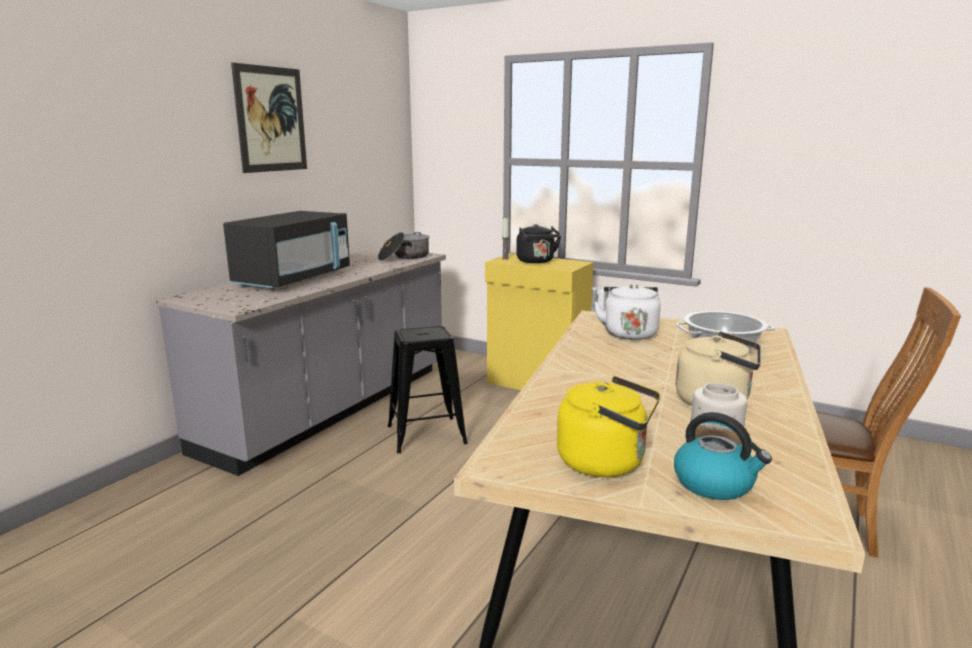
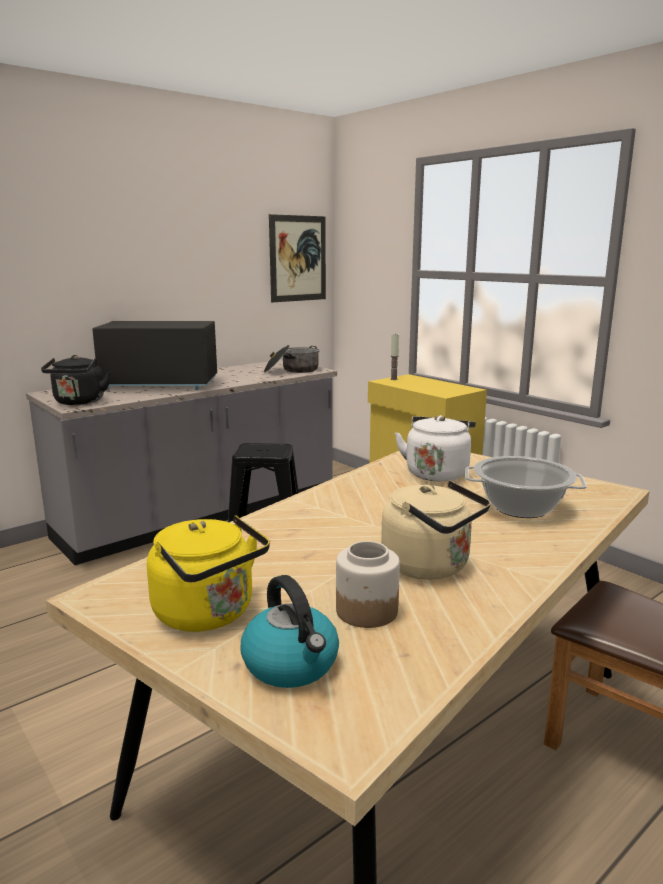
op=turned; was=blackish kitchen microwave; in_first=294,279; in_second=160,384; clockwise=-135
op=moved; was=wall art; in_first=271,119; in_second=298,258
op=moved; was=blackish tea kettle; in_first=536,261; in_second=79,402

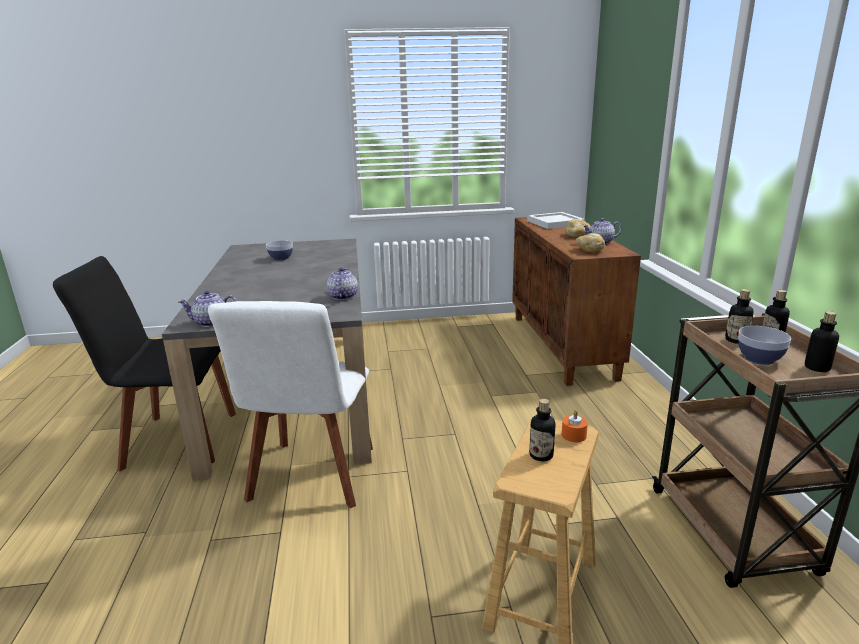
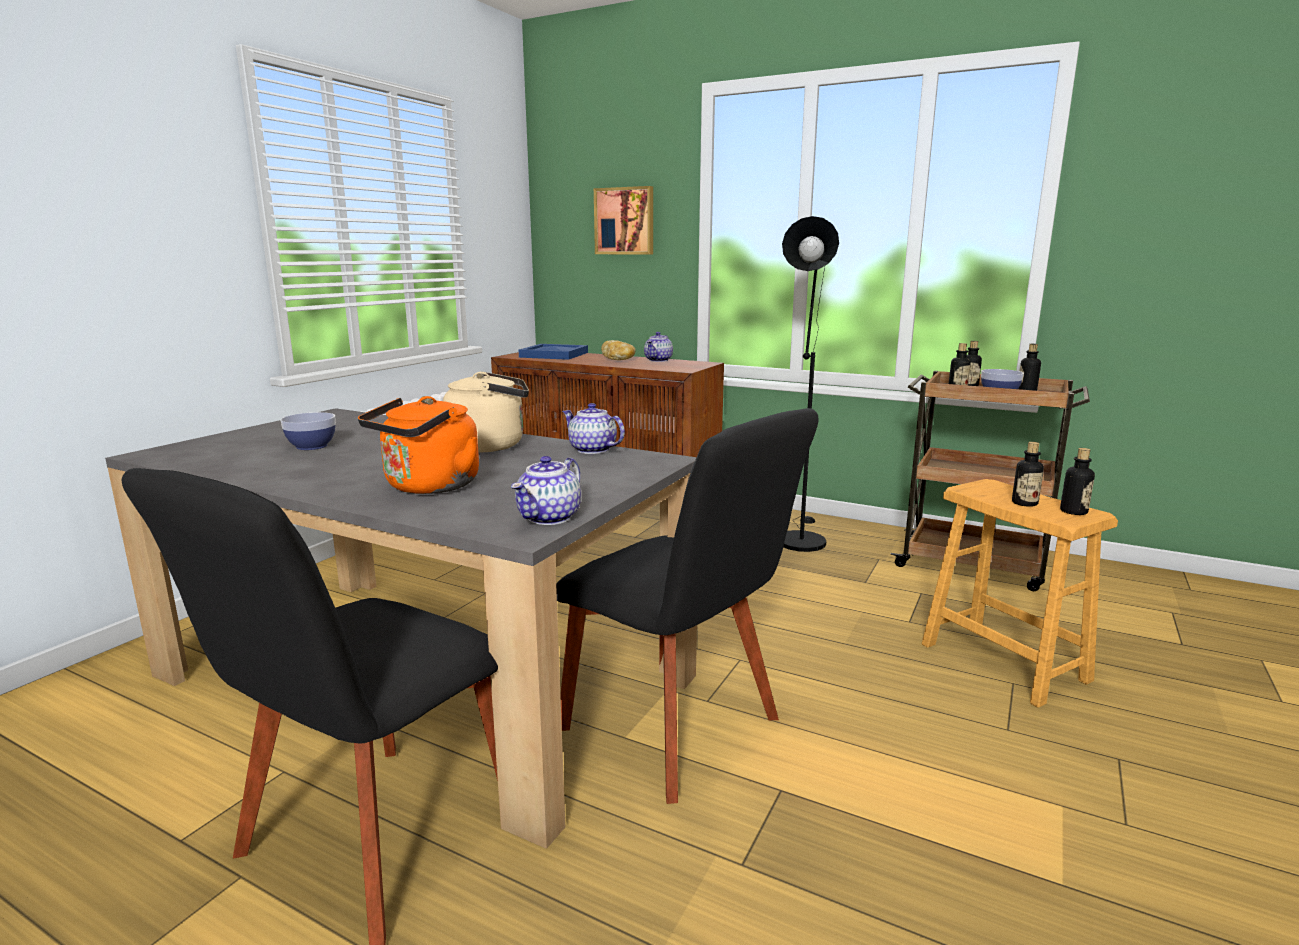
op=recoloured; was=white-coloured chair; now=blackish chair; in_first=311,478; in_second=677,729
op=recoloured; was=white-coloured serving tray; now=blue-coloured serving tray; in_first=555,222; in_second=553,355
op=removed; was=orange-coloured candle; in_first=574,435
op=removed; was=baked bread; in_first=589,250
op=added; now=orange-coloured tea kettle; in_second=428,487
op=added; now=sand-coloured tea kettle; in_second=491,445
op=added; now=wall art; in_second=625,221
op=added; now=blackish floor lamp; in_second=800,538
op=added; now=bottle; in_second=1073,511

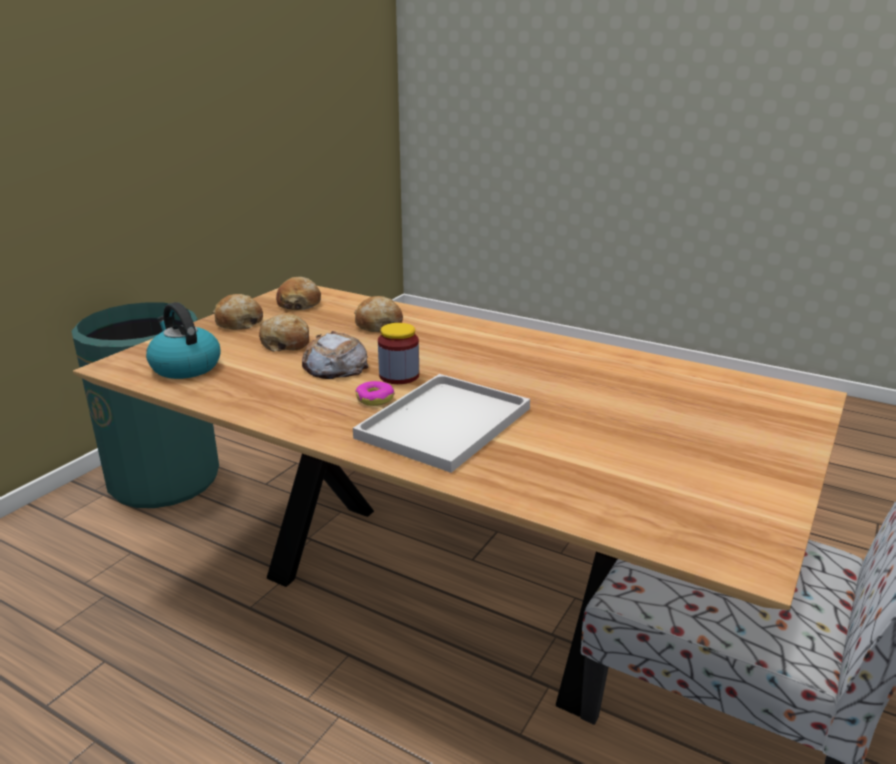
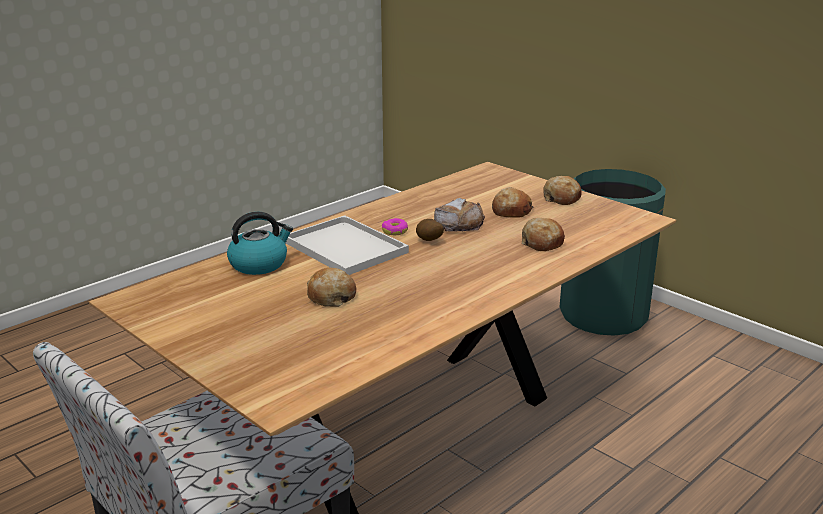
op=moved; was=tea kettle; in_first=185,367; in_second=259,264
op=moved; was=baked bread; in_first=299,303; in_second=331,296
op=replaced; was=jar; now=spud; in_first=399,376; in_second=429,241

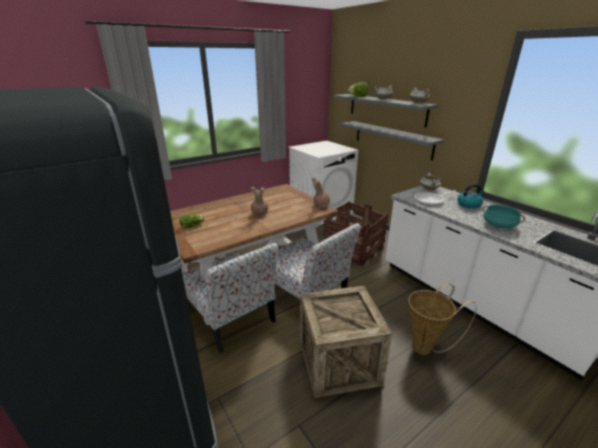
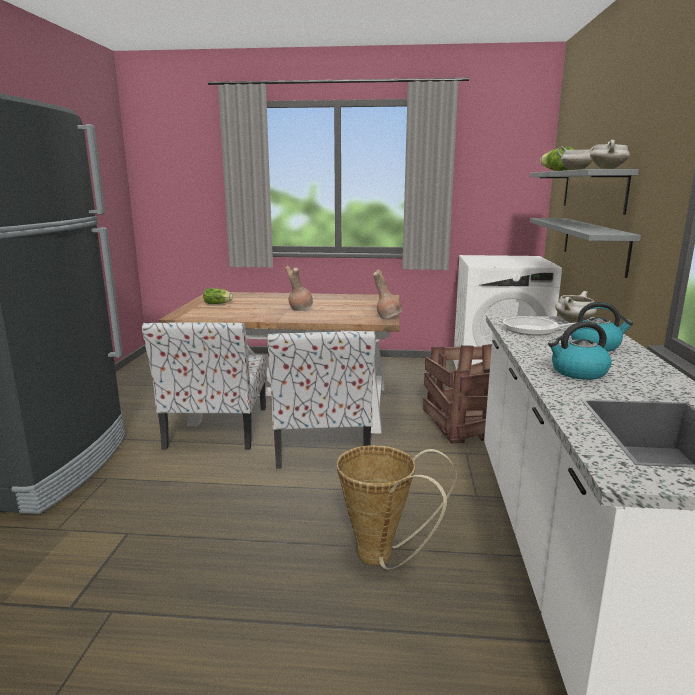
op=removed; was=packing crate; in_first=338,362
op=replaced; was=turquoise saucepot; now=tea kettle; in_first=499,225; in_second=578,372

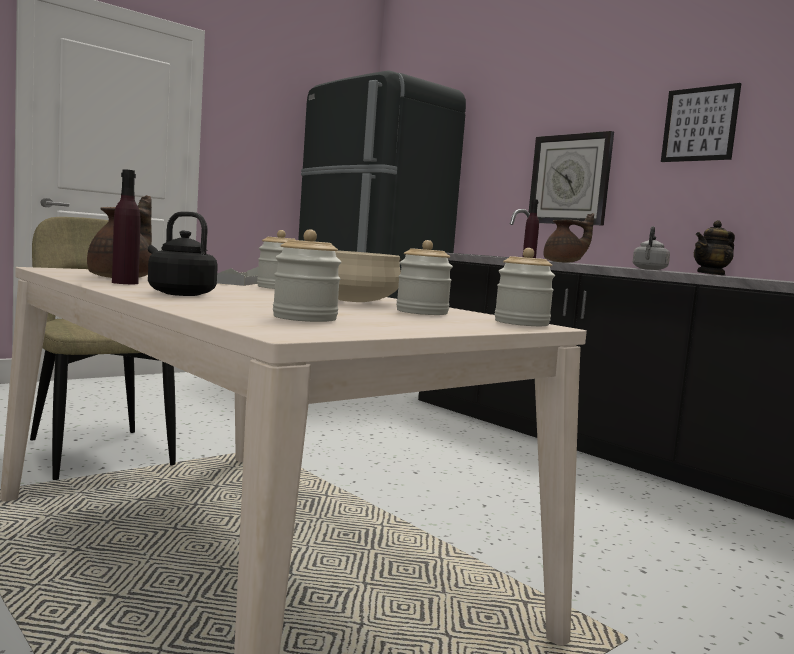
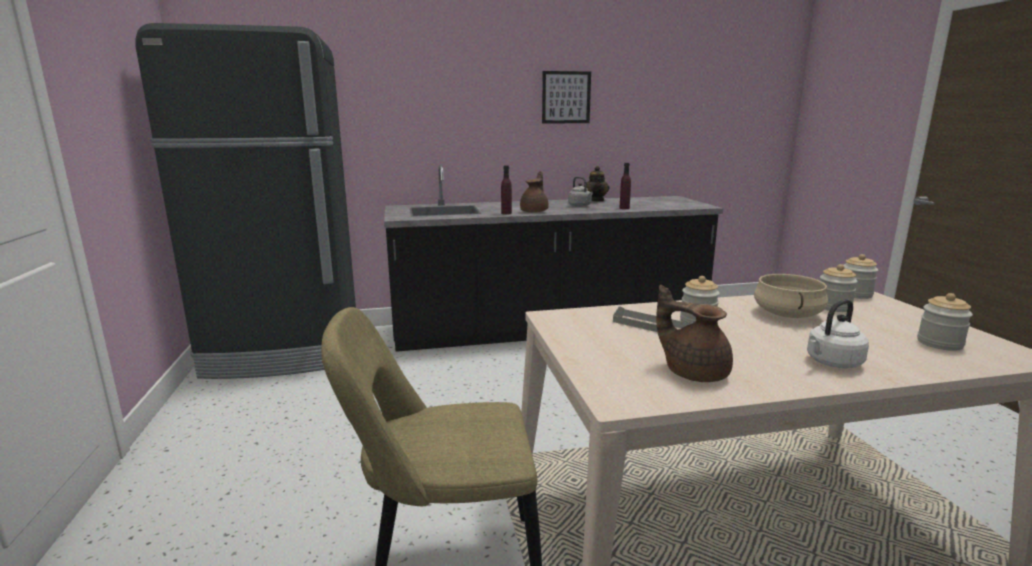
op=moved; was=purplish bottle; in_first=125,283; in_second=624,208
op=recoloured; was=blackish tea kettle; now=white-coloured tea kettle; in_first=179,294; in_second=832,363
op=removed; was=clock on the wall; in_first=570,179

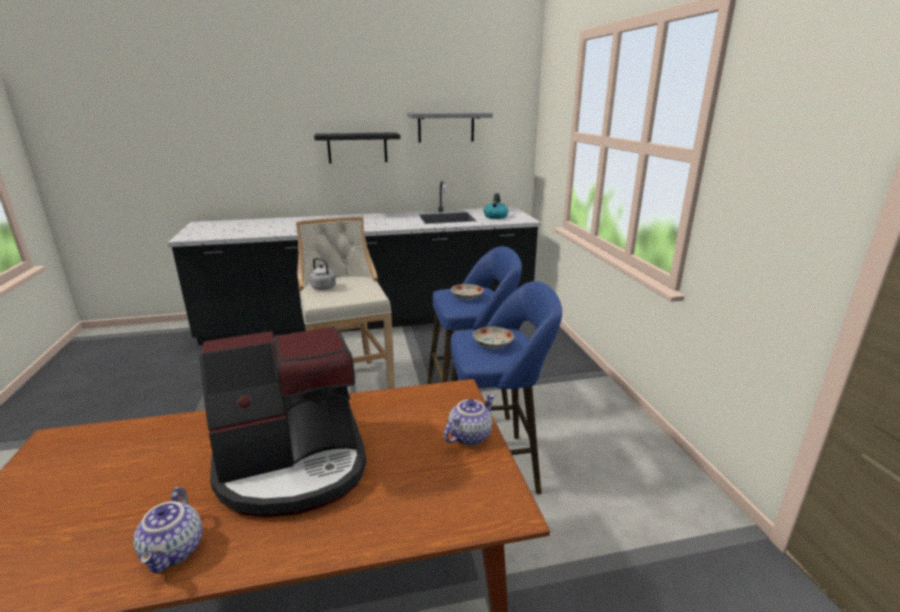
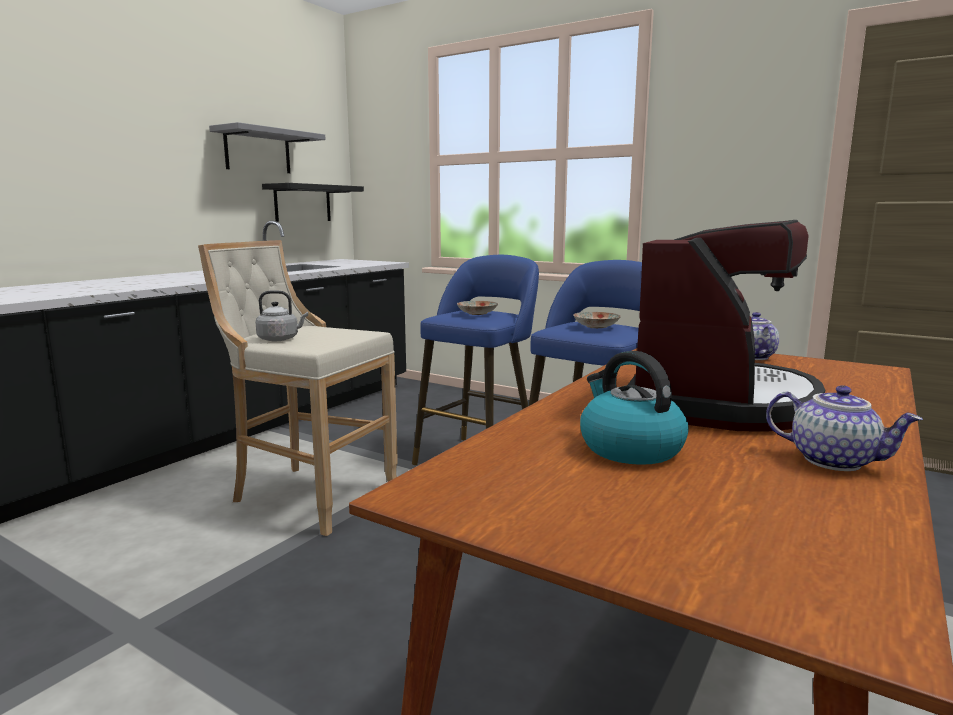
op=moved; was=blackish bracket shelf; in_first=357,148; in_second=302,203
op=moved; was=tea kettle; in_first=495,216; in_second=629,448

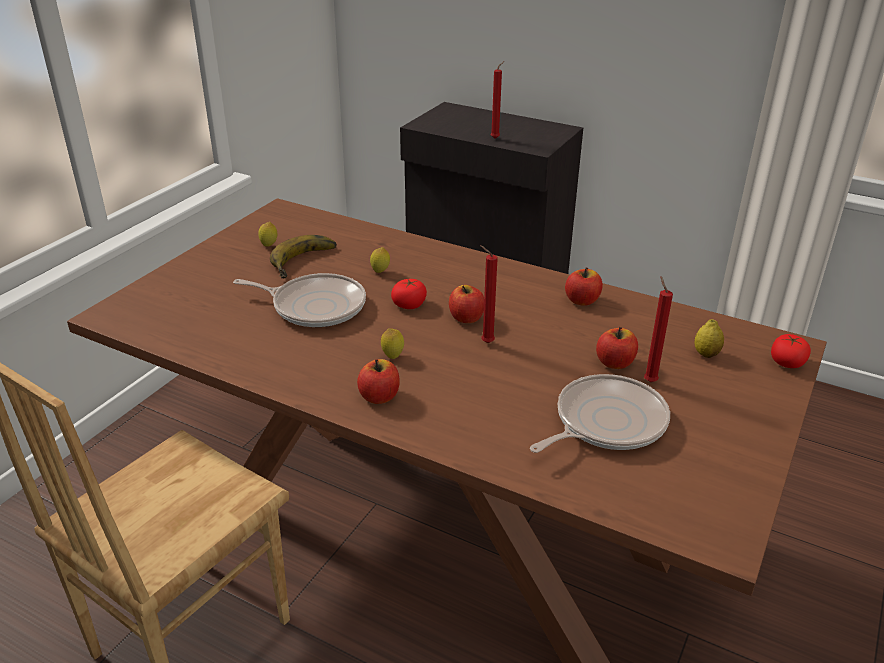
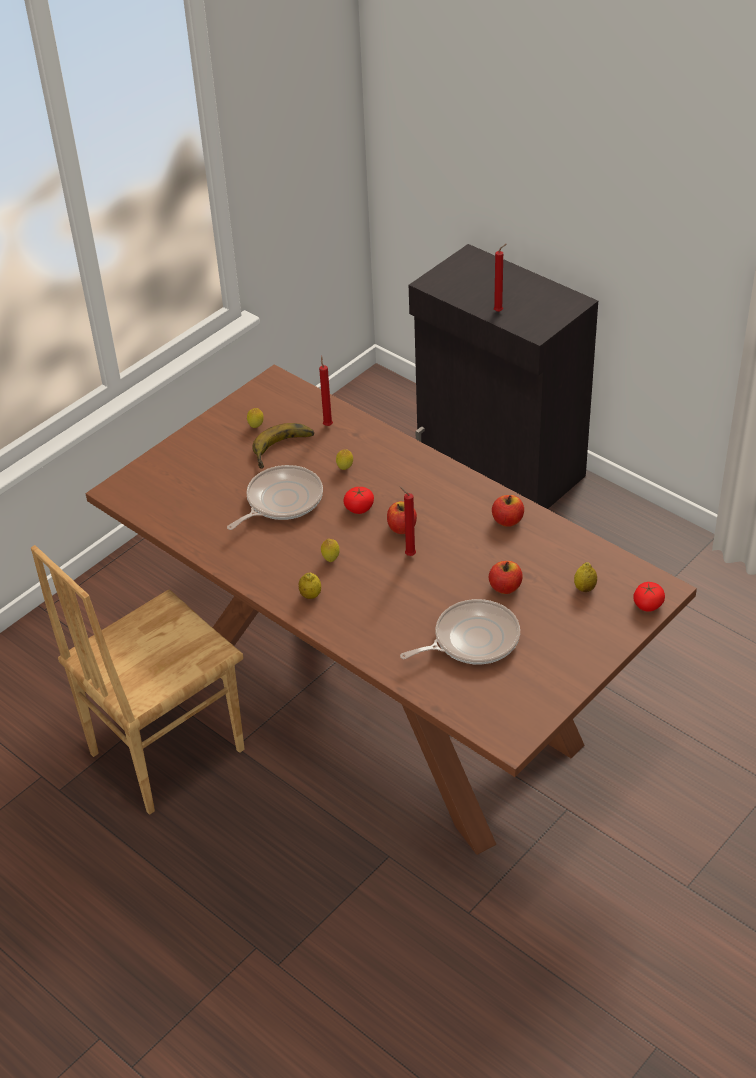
op=turned; was=frying pan; in_first=315,306; in_second=281,501; clockwise=-75
op=replaced; was=apple; now=lemon; in_first=379,396; in_second=310,595
op=moved; was=red-coloured candle; in_first=649,380; in_second=327,424

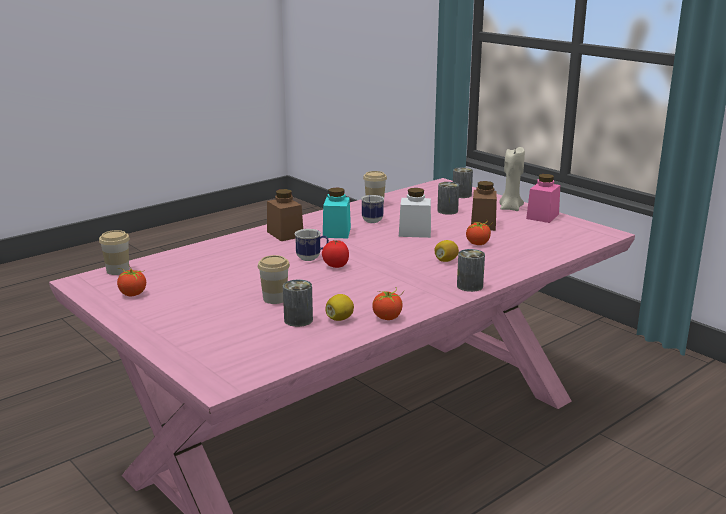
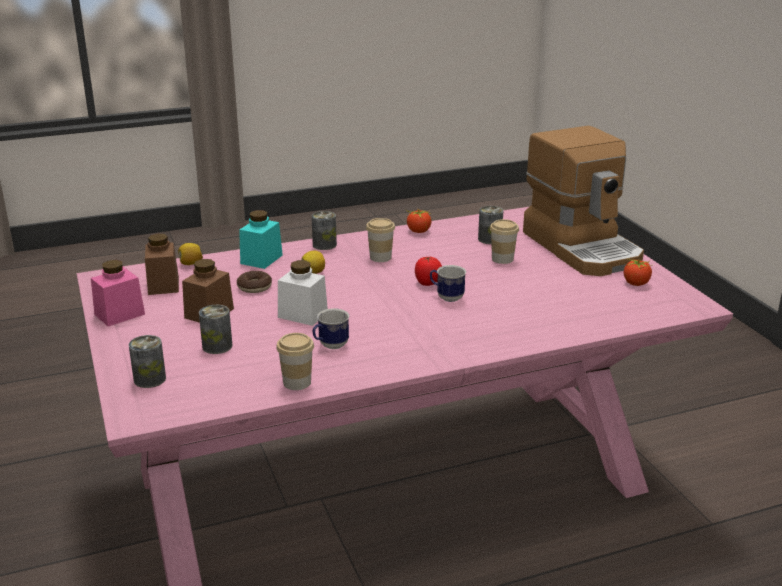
op=moved; was=small cup; in_first=118,270; in_second=380,257
op=moved; was=brownish jar; in_first=285,234; in_second=163,285
op=moved; was=turquoise jar; in_first=336,232; in_second=261,259
op=moved; was=lemon; in_first=340,318; in_second=190,264
op=replaced; was=whole tomato; now=donut; in_first=478,243; in_second=254,287
op=removed; was=sand-coloured candle; in_first=510,208
op=added; now=coffee maker; in_second=583,247

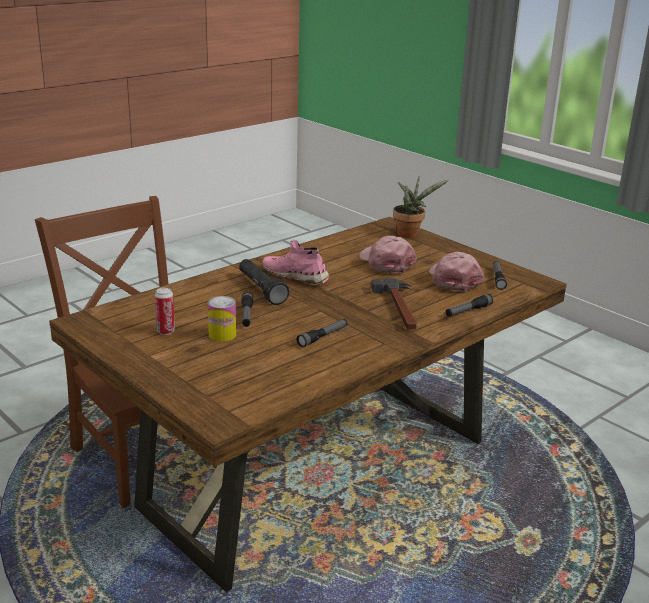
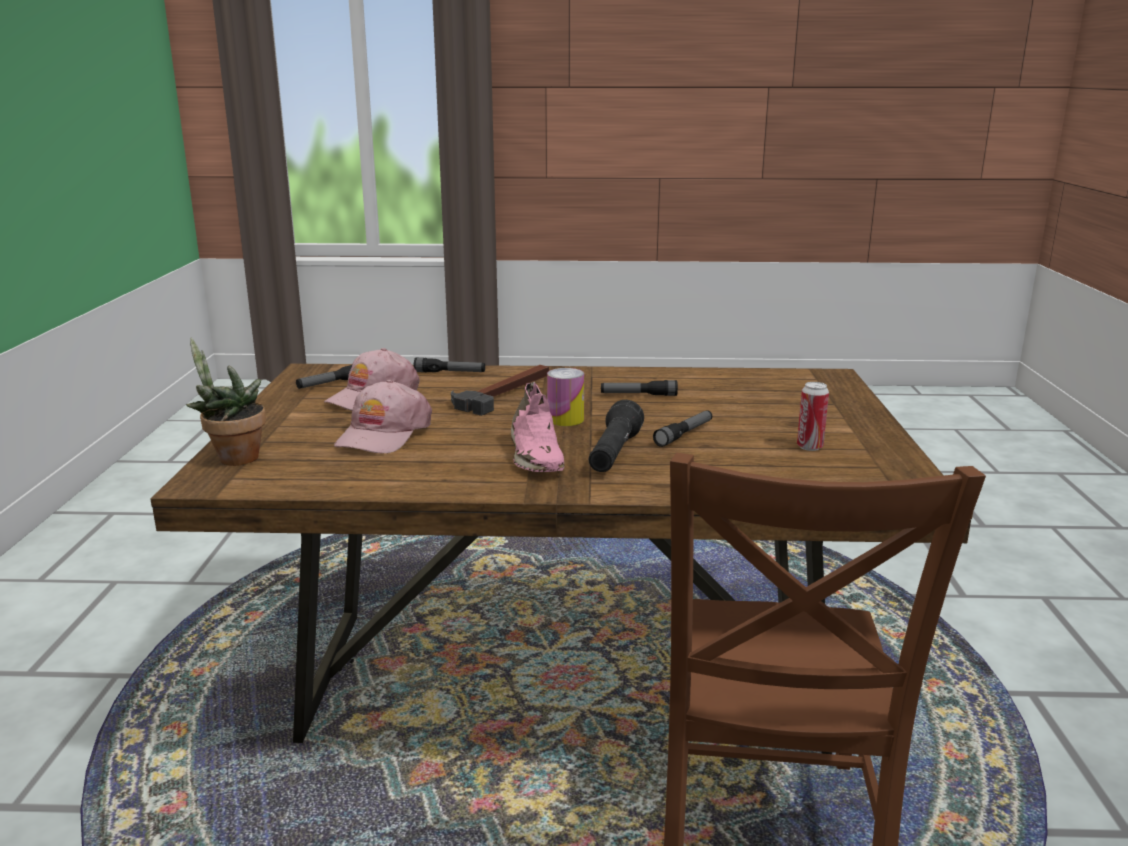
op=moved; was=can; in_first=222,335; in_second=565,419

